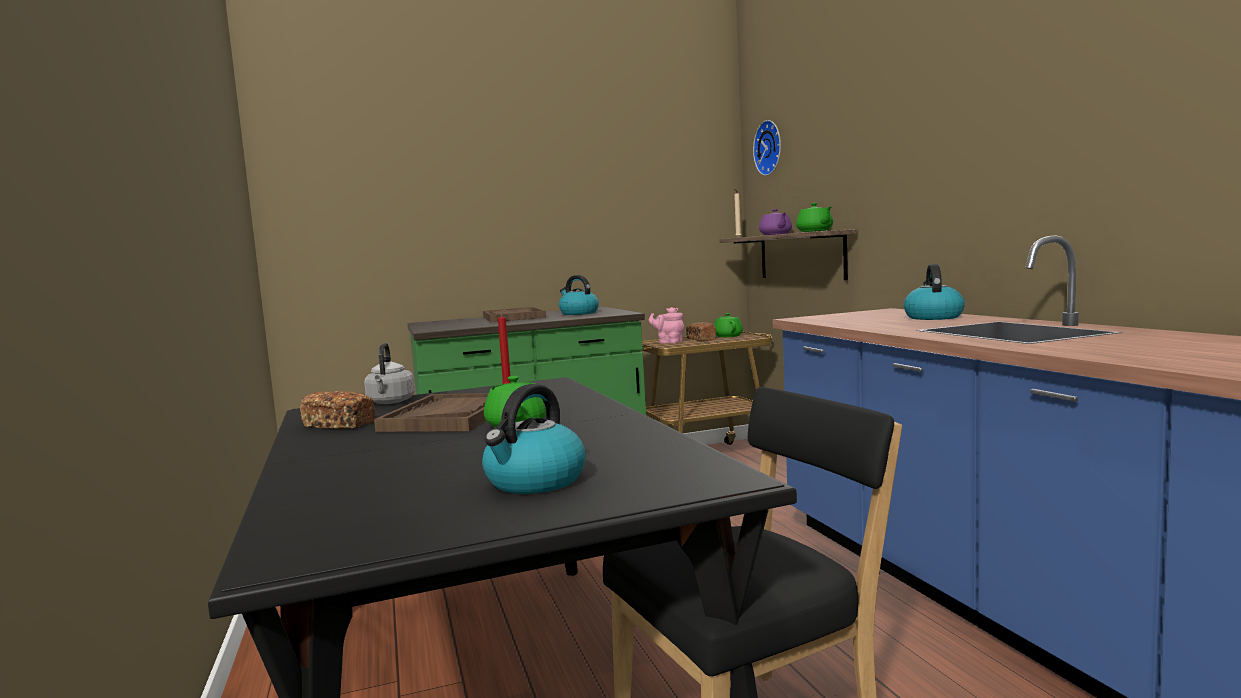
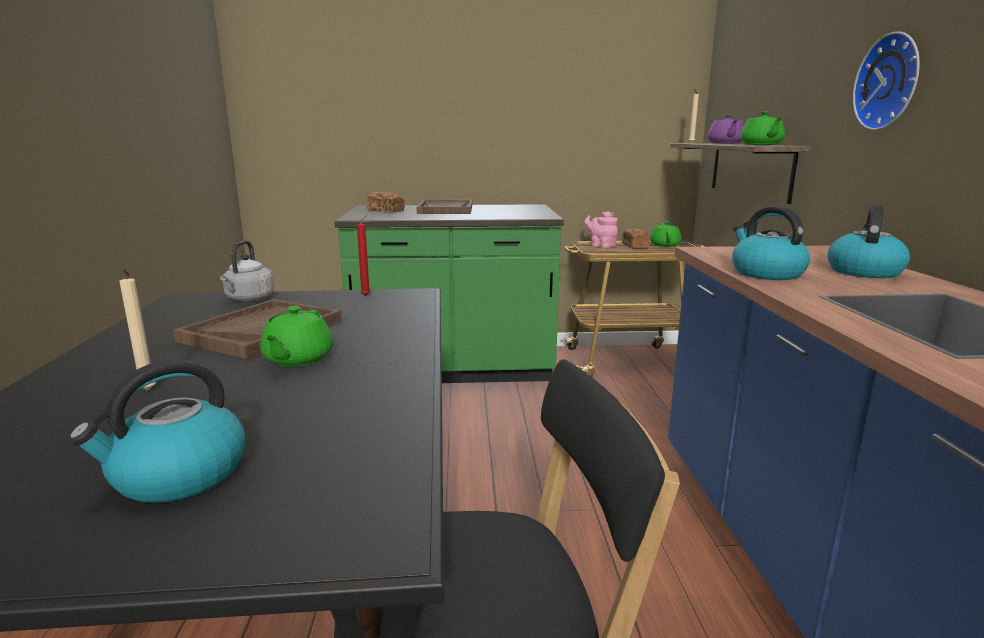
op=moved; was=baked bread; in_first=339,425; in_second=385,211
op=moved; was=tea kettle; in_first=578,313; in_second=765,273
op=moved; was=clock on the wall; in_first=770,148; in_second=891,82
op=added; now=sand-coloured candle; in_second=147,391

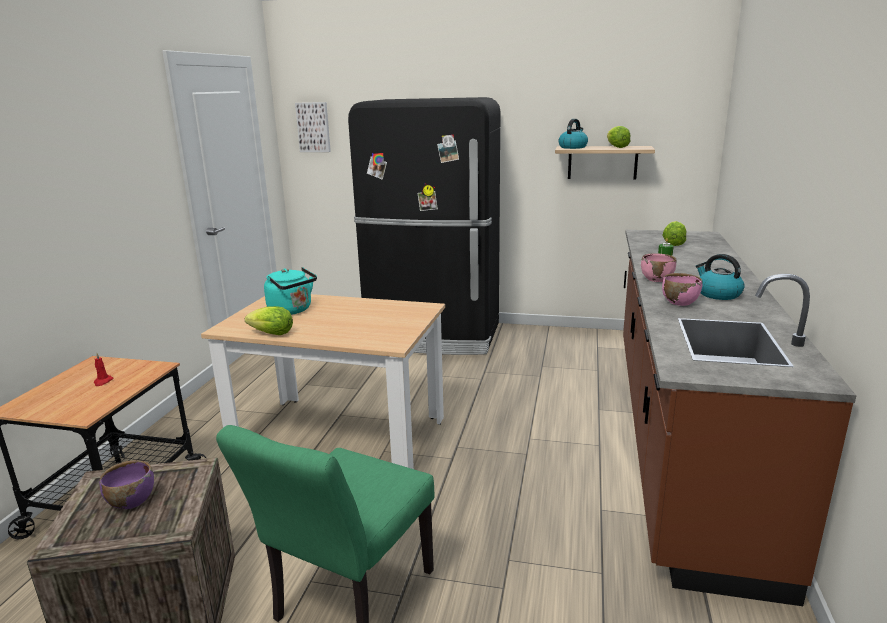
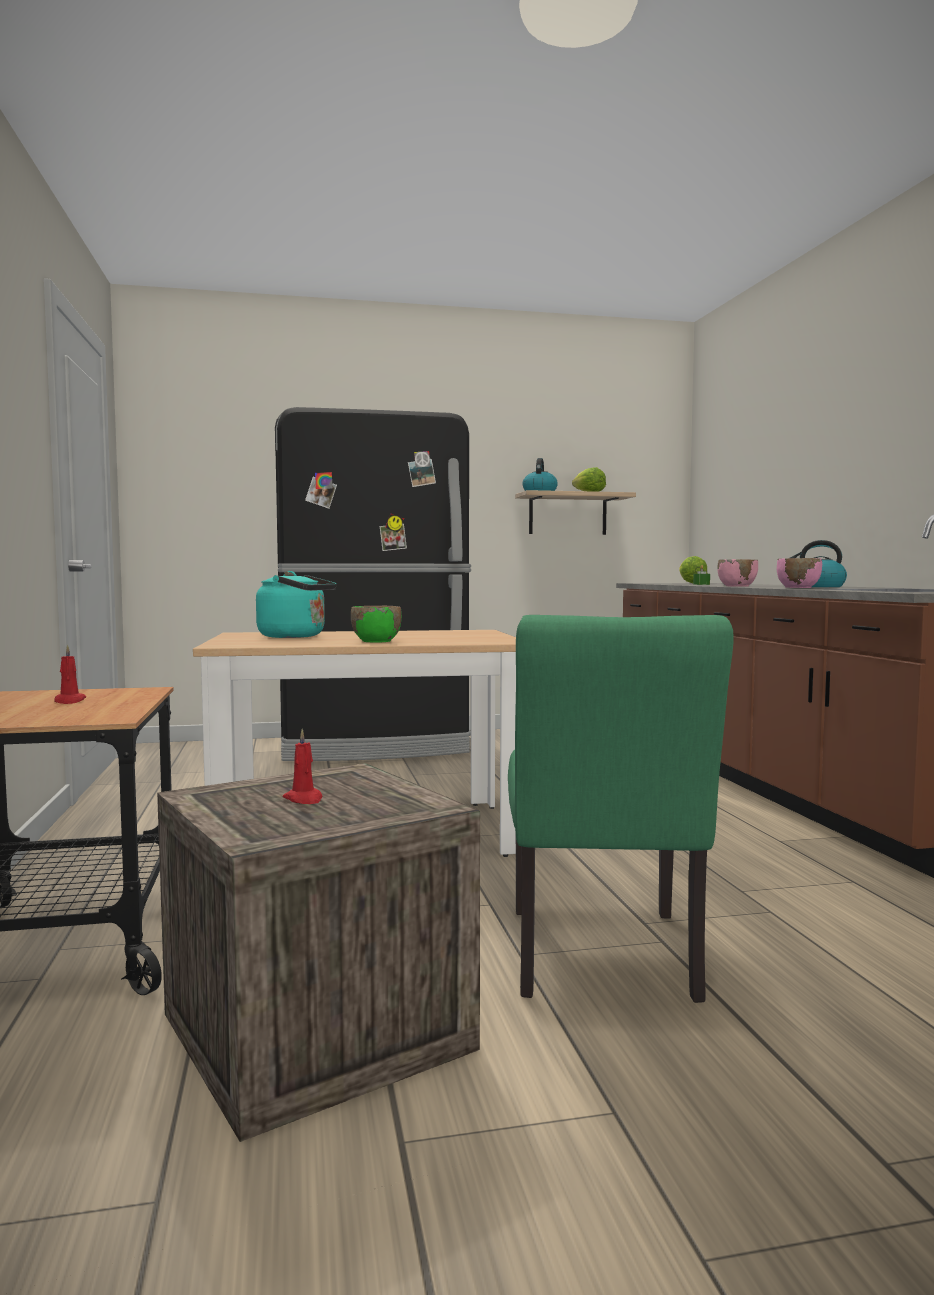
op=replaced; was=purplish serving bowl; now=red-coloured candle; in_first=131,501; in_second=304,799
op=removed; was=lettuce head; in_first=272,334
op=removed; was=wall art; in_first=314,127
op=added; now=green-coloured serving bowl; in_second=376,641

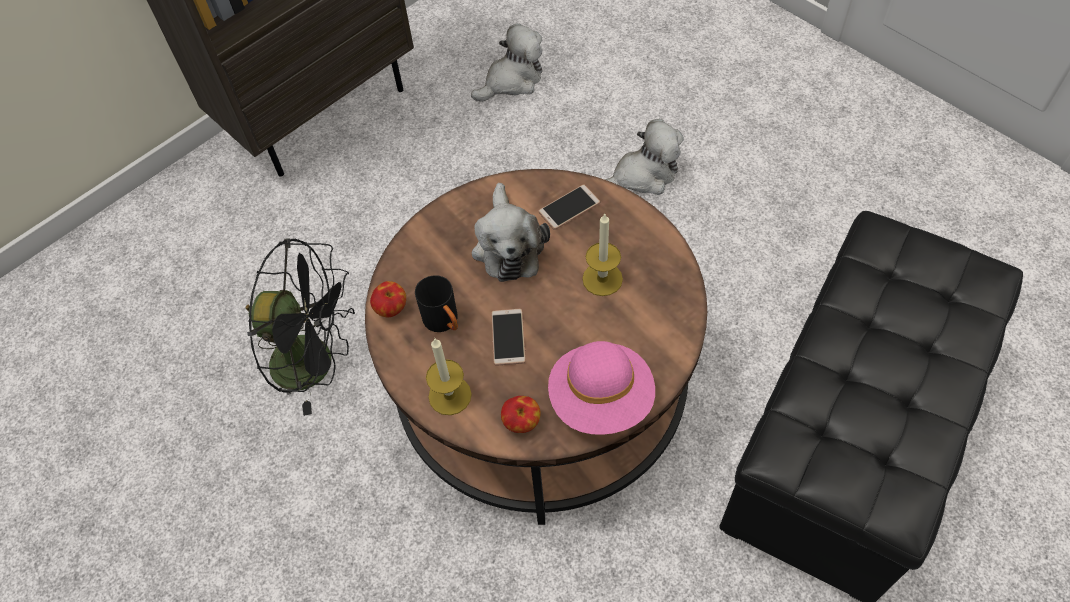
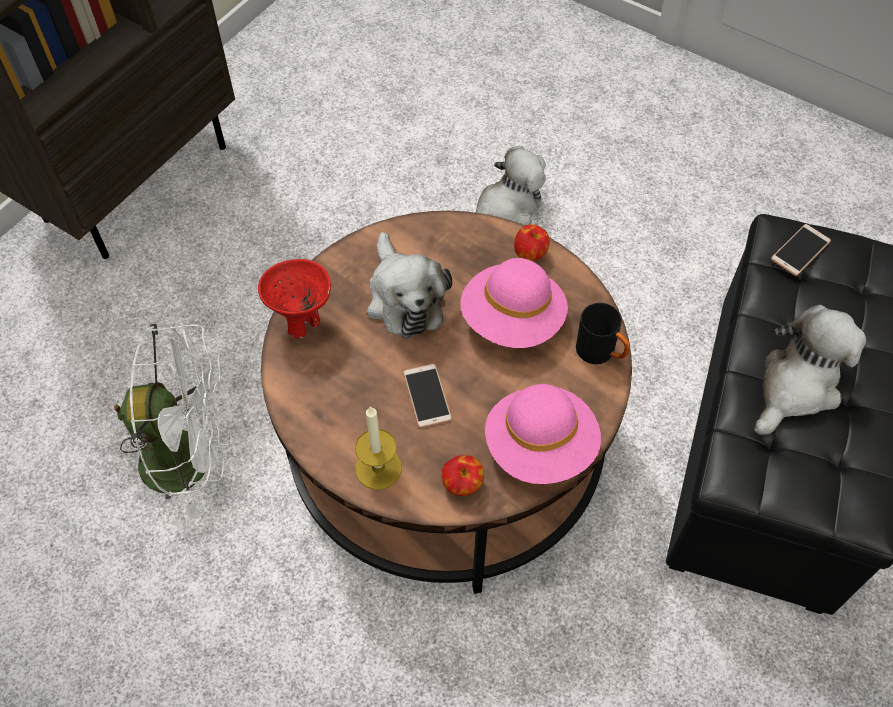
op=recoloured; was=blackish fan; now=white-coloured fan; in_first=316,362; in_second=192,459
op=moved; was=apple; in_first=391,309; in_second=530,254
op=moved; was=blackish tea mug; in_first=444,322; in_second=601,353
op=moved; was=soft toy; in_first=512,80; in_second=796,387
op=moved; was=handset; in_first=569,207; in_second=800,250
op=replaced; was=candle; now=pinkish clothing hat; in_first=602,279; in_second=513,320
op=added; now=red-coloured serving bowl; in_second=302,323

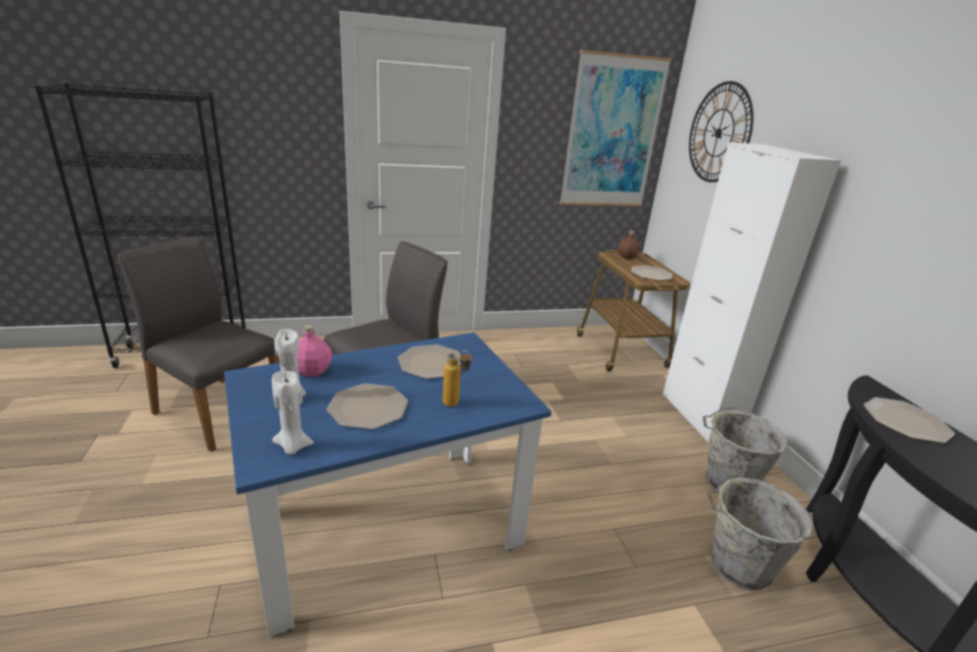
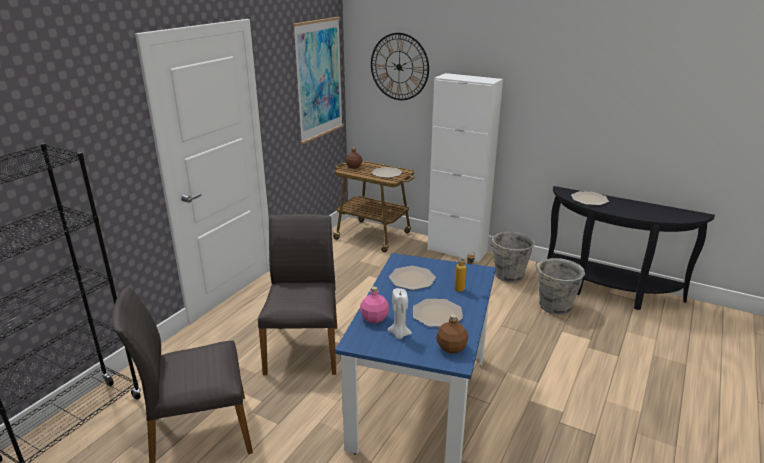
op=replaced; was=white-coloured candle; now=brownish bottle; in_first=293,446; in_second=451,348

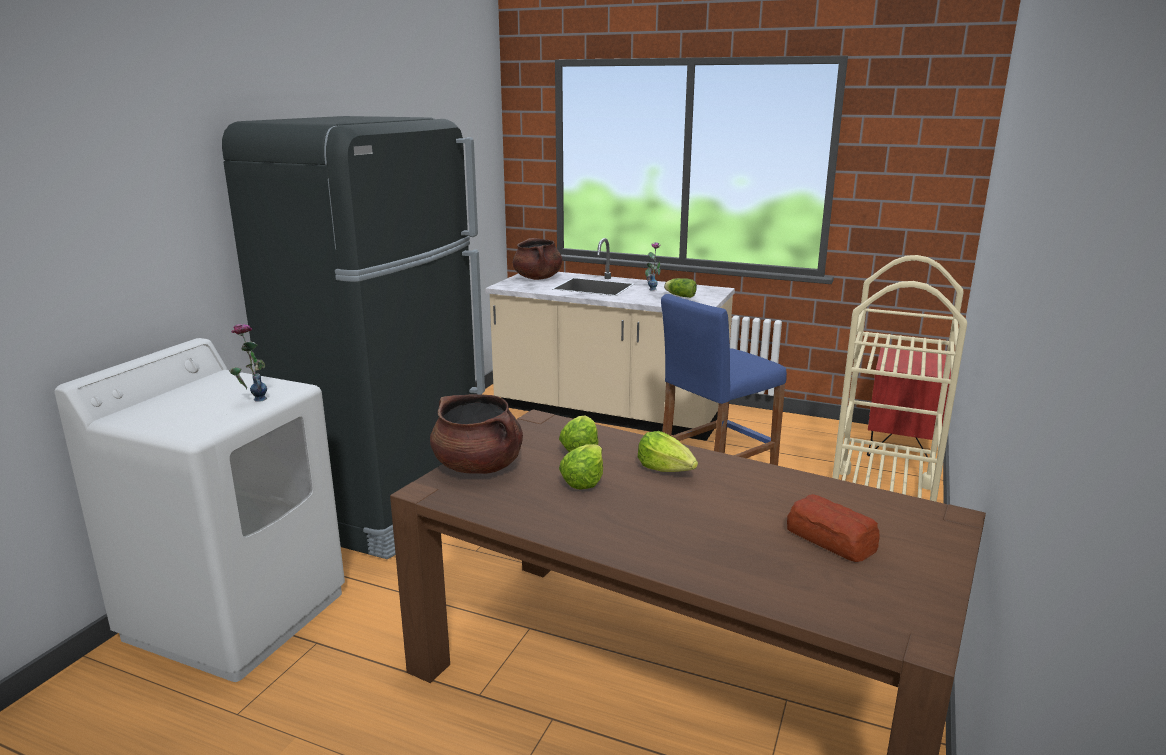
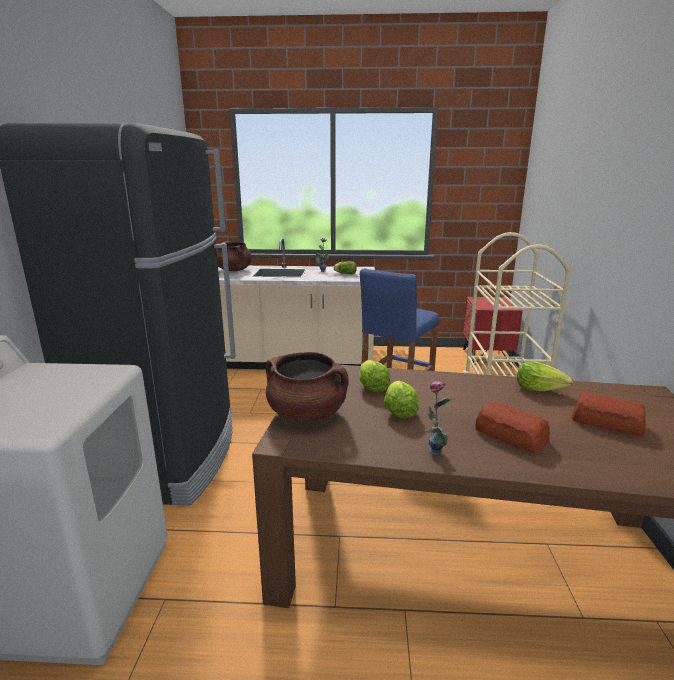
op=moved; was=vase; in_first=251,402; in_second=433,456
op=moved; was=lettuce head; in_first=666,469; in_second=539,389
op=added; now=baked bread; in_second=511,436

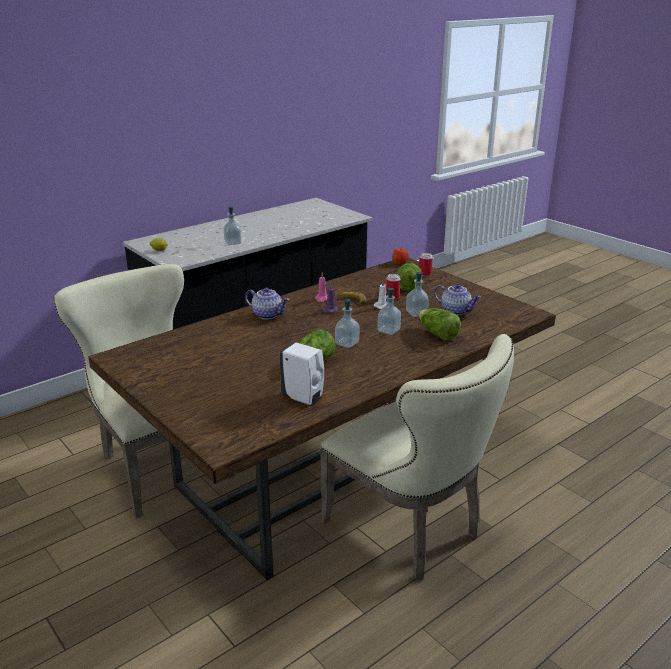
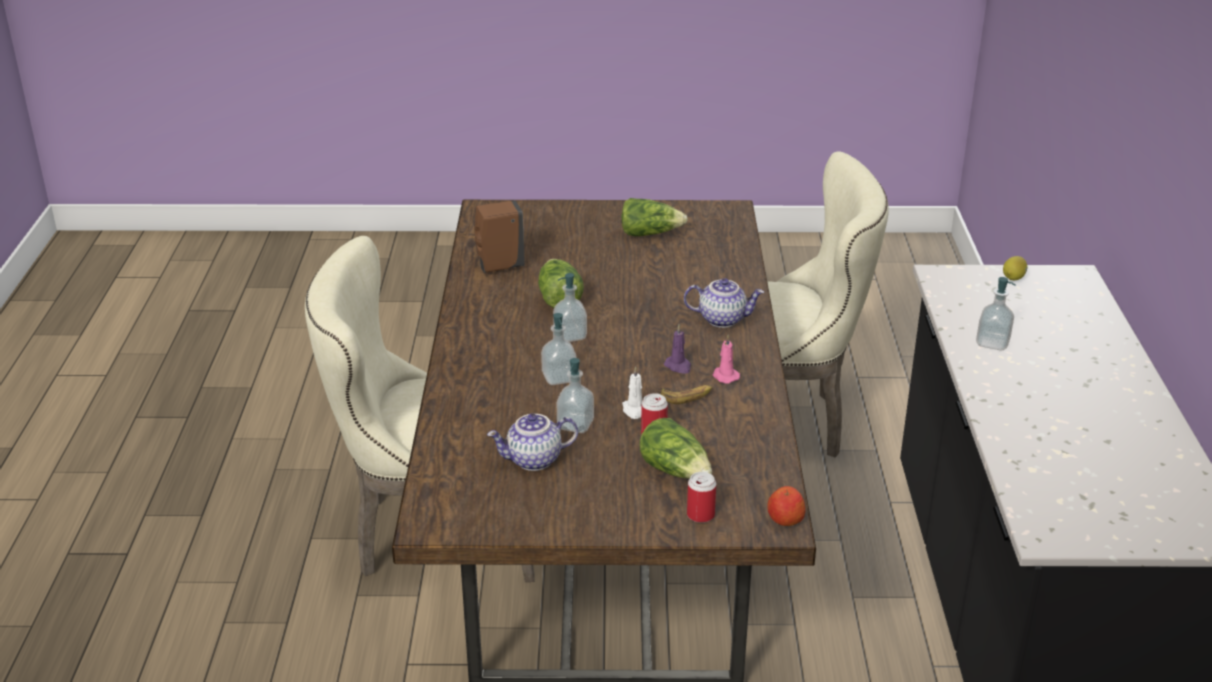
op=turned; was=teapot; in_first=268,315; in_second=722,319; clockwise=-150
op=recoloured; was=white-coloured soap dispenser; now=brownish soap dispenser; in_first=303,398; in_second=498,266
op=moved; was=lettuce head; in_first=437,334; in_second=650,233

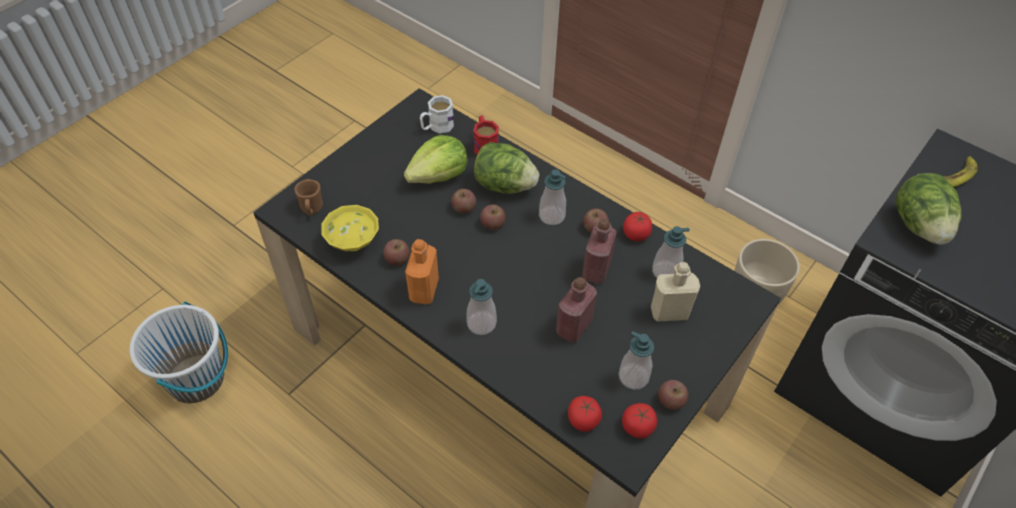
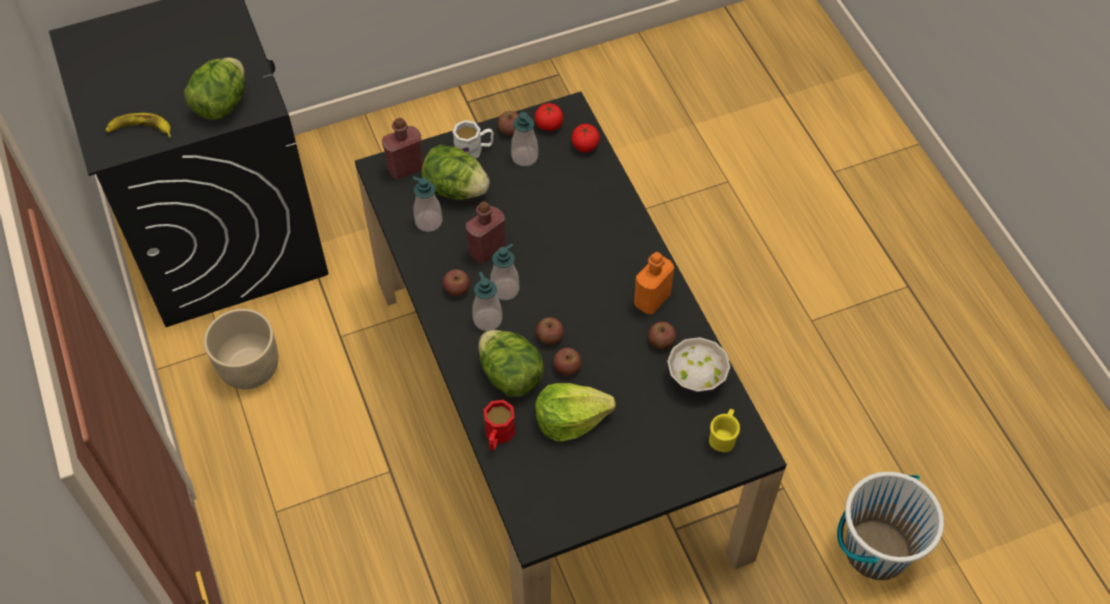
op=recoloured; was=brownish tea mug; now=yellow tea mug; in_first=312,209; in_second=723,437
op=recoloured; was=yellow serving bowl; now=white-coloured serving bowl; in_first=354,243; in_second=695,377
op=moved; was=white-coloured tea mug; in_first=437,127; in_second=474,149
op=moved; was=soap dispenser; in_first=481,323; in_second=505,289
op=moved; was=red-coloured bottle; in_first=573,327; in_second=406,168
op=removed; was=whole tomato; in_first=636,234
op=replaced; was=sand-coloured bottle; now=lettuce head; in_first=669,312; in_second=455,189

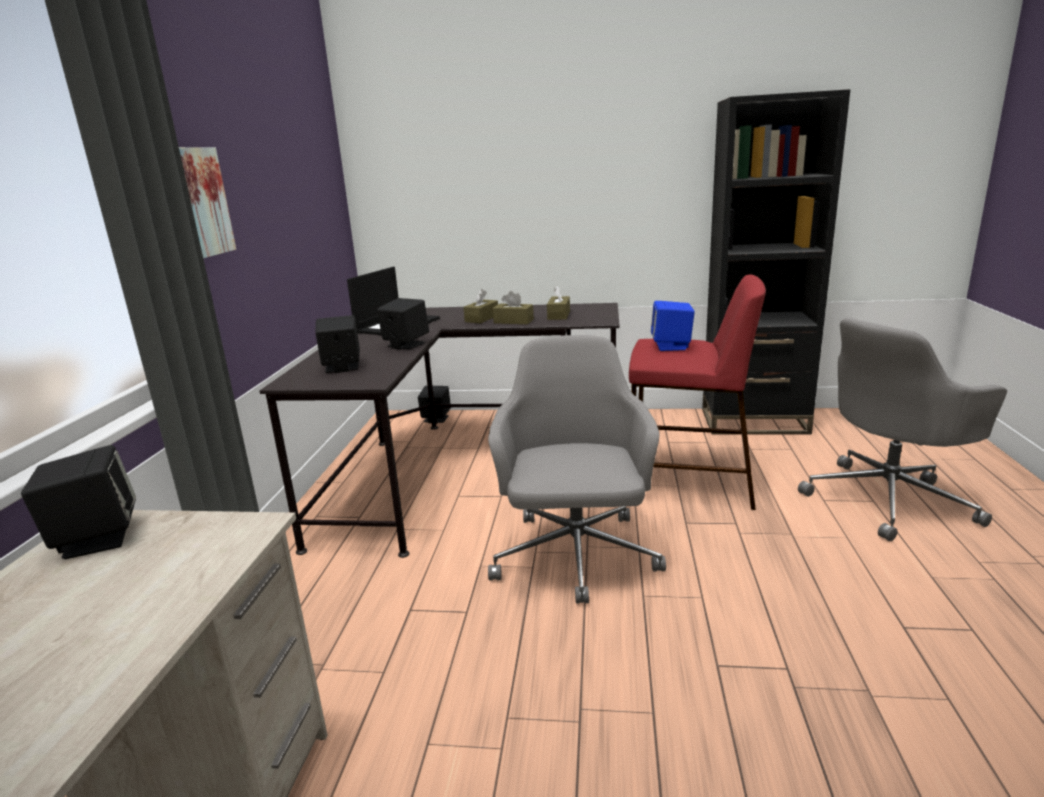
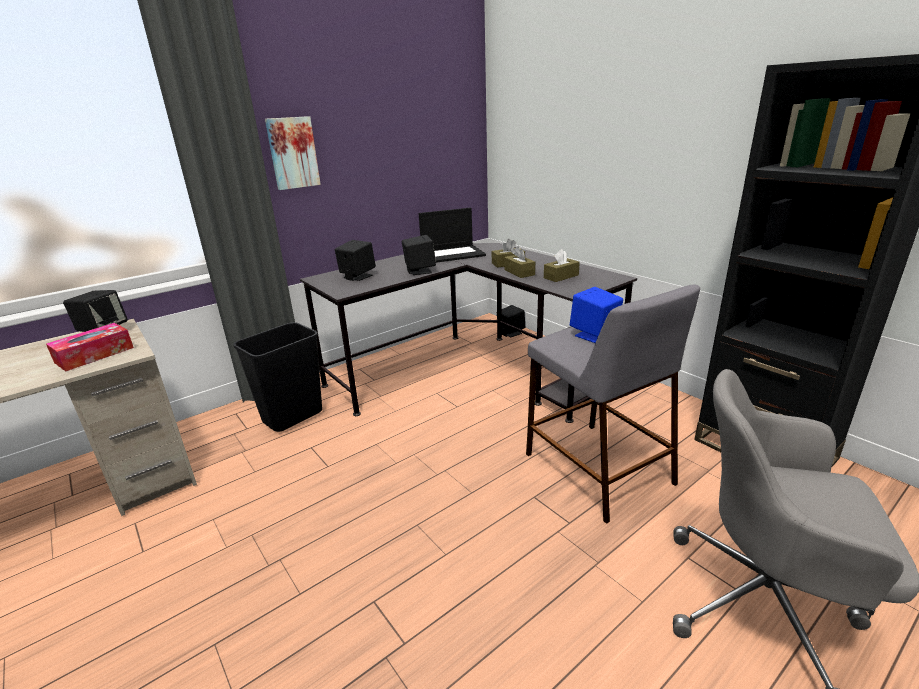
op=removed; was=gray computer chair; in_first=575,557
op=recoloured; was=red-coloured stool seat; now=gray stool seat; in_first=688,481; in_second=596,467
op=added; now=tissue holder; in_second=94,355
op=added; now=blackish rubbish bin; in_second=293,416

